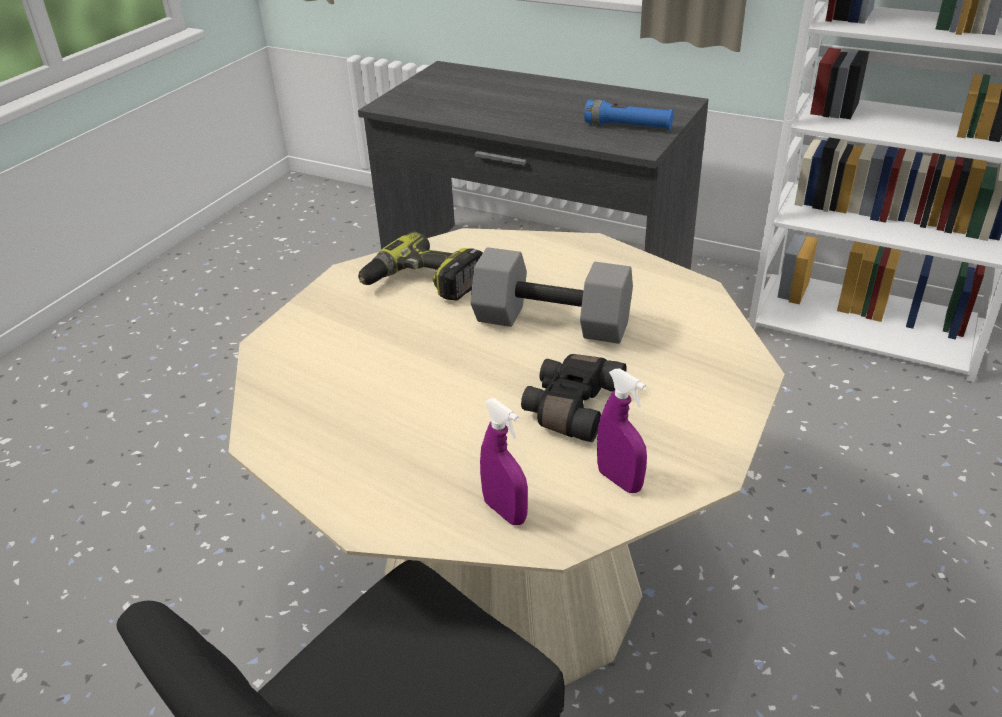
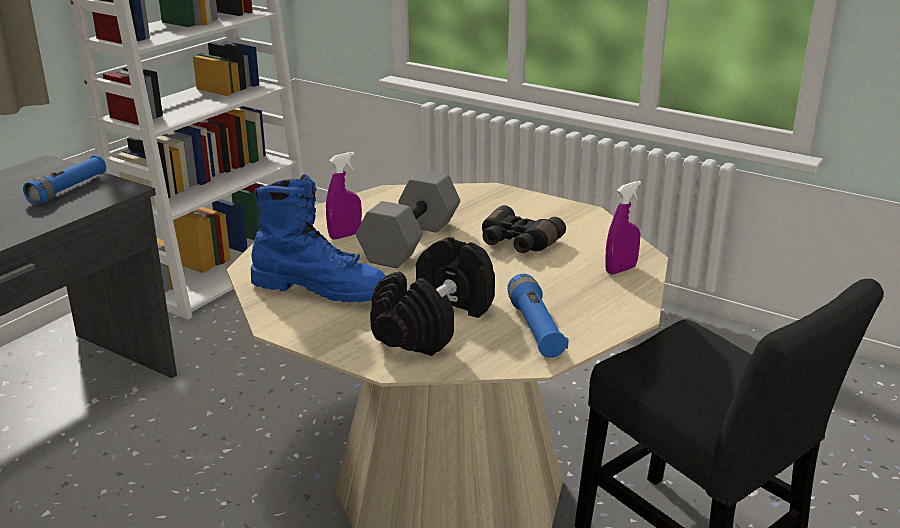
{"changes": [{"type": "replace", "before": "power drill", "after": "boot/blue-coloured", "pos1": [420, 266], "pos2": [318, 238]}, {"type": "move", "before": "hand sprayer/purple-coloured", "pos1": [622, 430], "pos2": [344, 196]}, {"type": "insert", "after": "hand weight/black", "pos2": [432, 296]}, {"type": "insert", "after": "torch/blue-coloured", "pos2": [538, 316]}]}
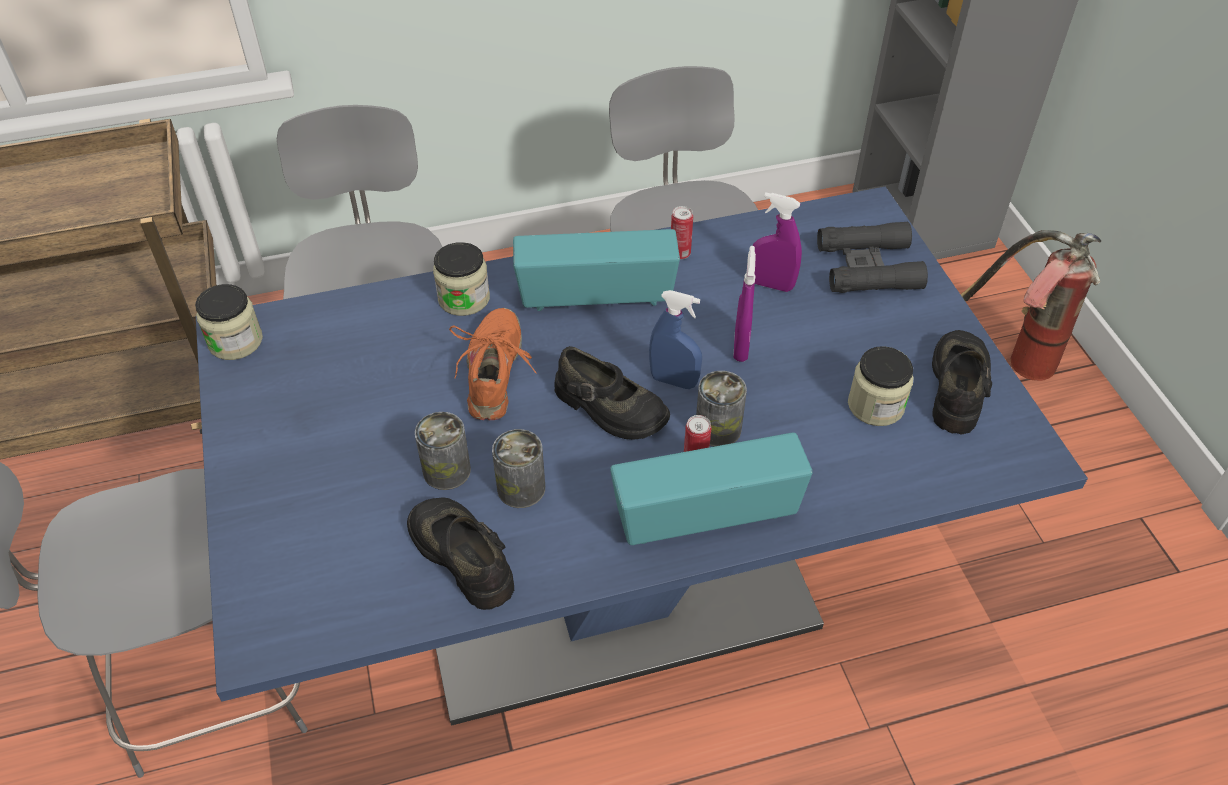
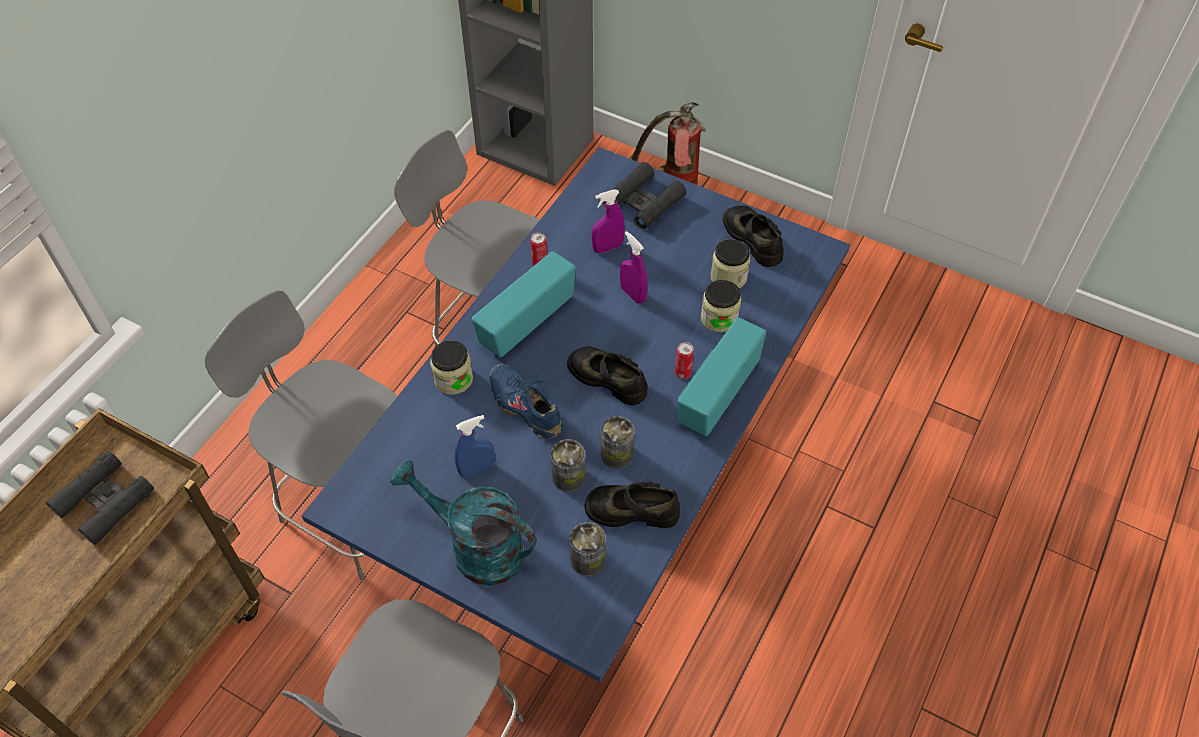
{"changes": [{"type": "move", "before": "preserve jar", "pos1": [229, 322], "pos2": [721, 306]}, {"type": "move", "before": "hand sprayer/blue-coloured", "pos1": [675, 339], "pos2": [474, 447]}, {"type": "recolor", "before": "low shoe/orangey", "after": "low shoe/blue-coloured", "pos1": [492, 364], "pos2": [526, 401]}, {"type": "rotate", "before": "low shoe/black", "pos1": [612, 392], "pos2": [607, 376], "turn": -135}, {"type": "move", "before": "sealed can", "pos1": [721, 408], "pos2": [588, 549]}, {"type": "insert", "after": "field glasses/black", "pos2": [100, 498]}, {"type": "insert", "after": "sprinkling can/blue-green", "pos2": [463, 522]}]}
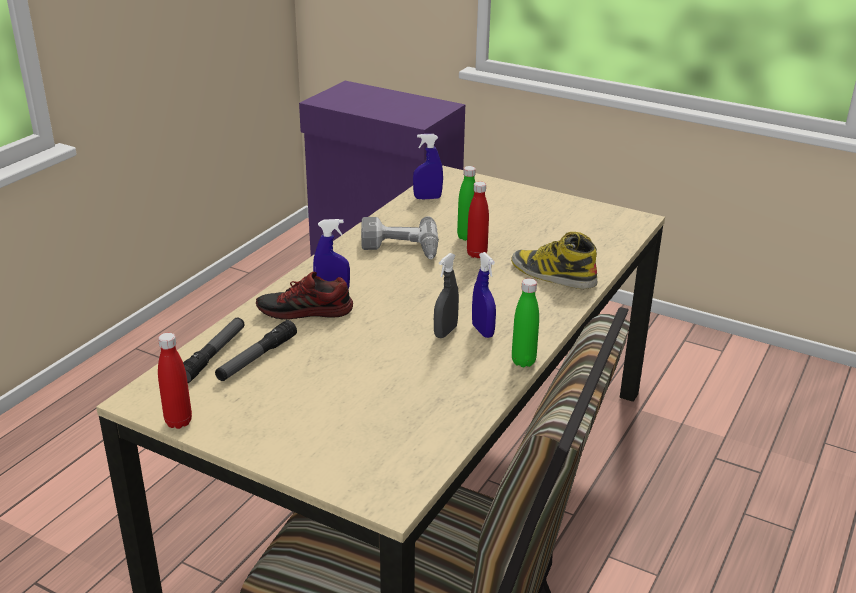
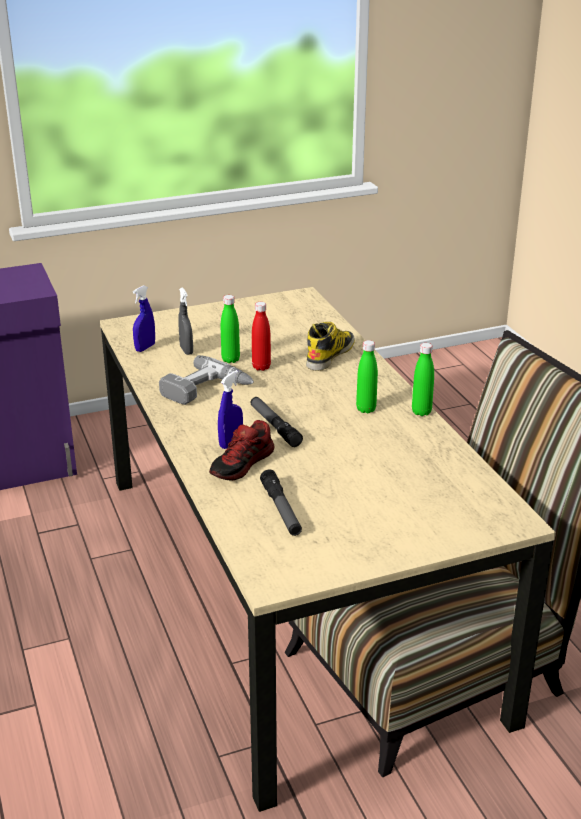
{"changes": [{"type": "rotate", "before": "boot", "pos1": [554, 260], "pos2": [330, 346], "turn": 135}, {"type": "replace", "before": "hand sprayer/blue-coloured", "after": "drink bottle/greenish", "pos1": [484, 295], "pos2": [367, 376]}, {"type": "move", "before": "hand sprayer/grey", "pos1": [446, 295], "pos2": [185, 321]}, {"type": "move", "before": "torch", "pos1": [214, 350], "pos2": [277, 422]}, {"type": "delete", "before": "drink bottle/red-coloured", "pos1": [175, 381]}]}
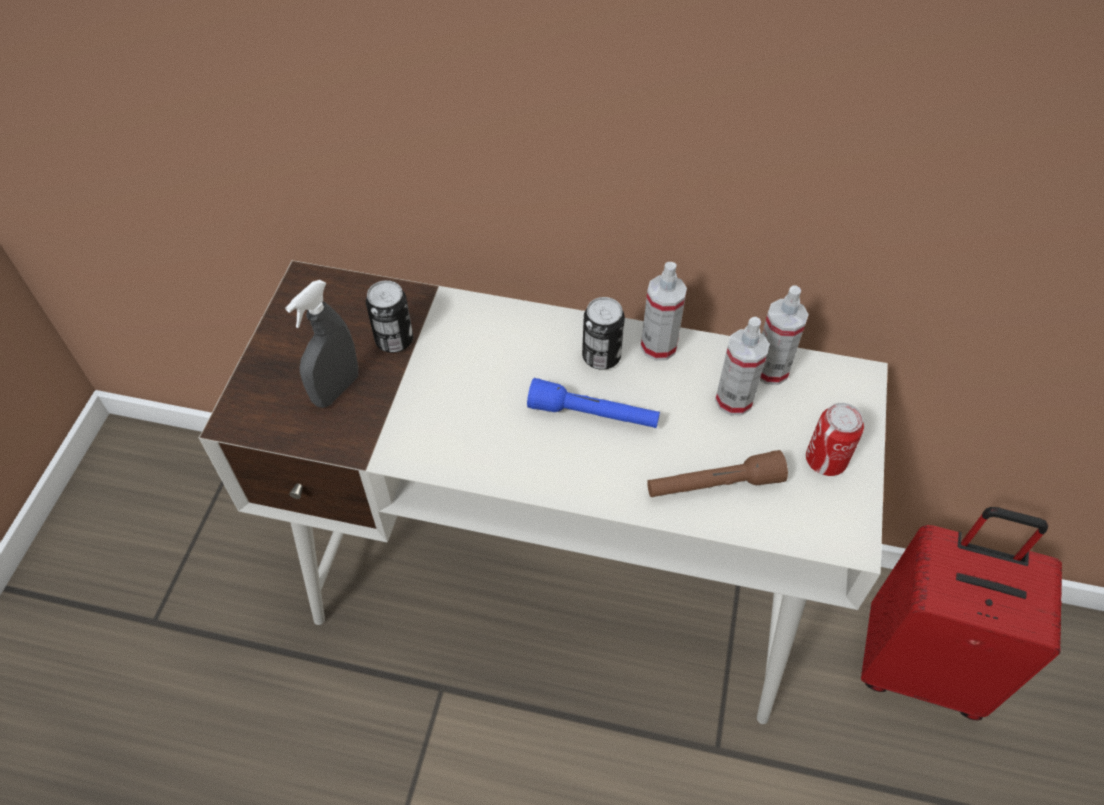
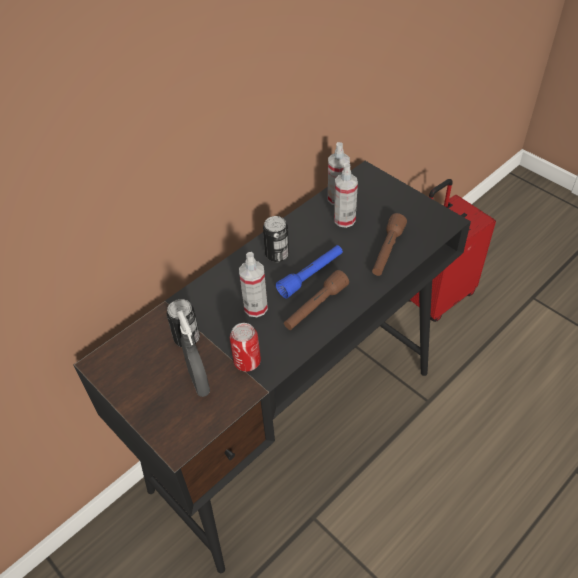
{"changes": [{"type": "recolor", "before": "desk/white-coloured", "after": "desk/black", "pos1": [543, 492], "pos2": [272, 367]}, {"type": "move", "before": "hand sprayer", "pos1": [664, 311], "pos2": [253, 284]}, {"type": "move", "before": "sealed can", "pos1": [835, 439], "pos2": [245, 347]}, {"type": "insert", "after": "torch/brown-coloured", "pos2": [316, 300]}]}
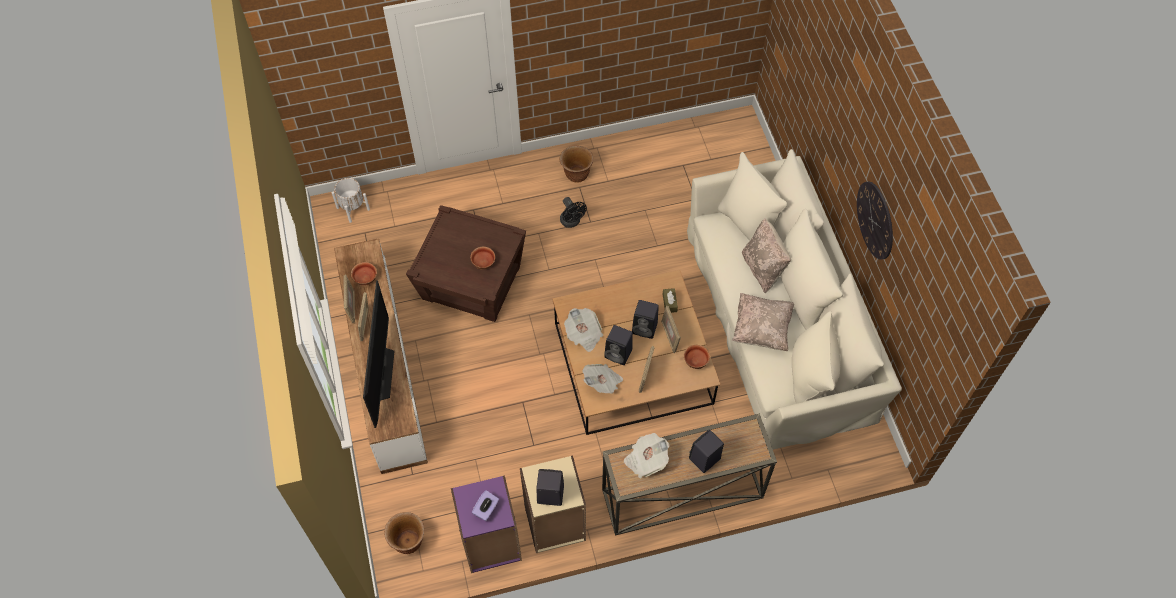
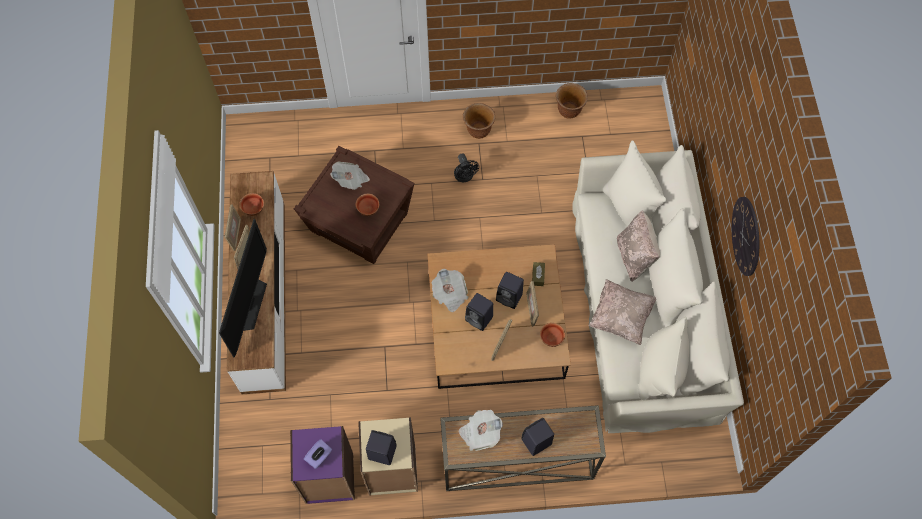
{"changes": [{"type": "delete", "before": "planter/white-coloured", "pos1": [351, 200]}, {"type": "move", "before": "daily paper", "pos1": [603, 379], "pos2": [350, 175]}, {"type": "move", "before": "planter/brown-coloured", "pos1": [404, 533], "pos2": [572, 101]}]}
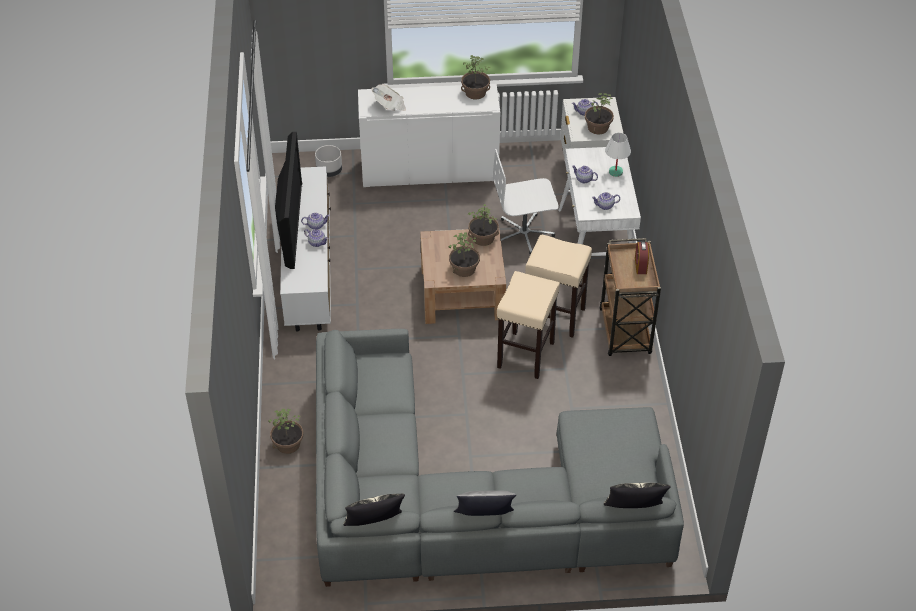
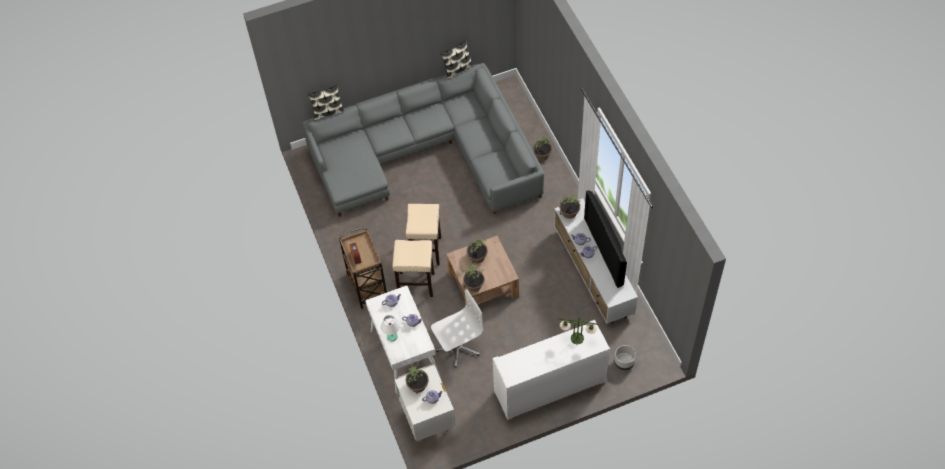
{"changes": [{"type": "move", "before": "plant in a pot", "pos1": [475, 77], "pos2": [570, 206]}, {"type": "replace", "before": "daily paper", "after": "tabletop lamp", "pos1": [389, 97], "pos2": [578, 331]}, {"type": "delete", "before": "throw pillow/grey", "pos1": [485, 503]}]}
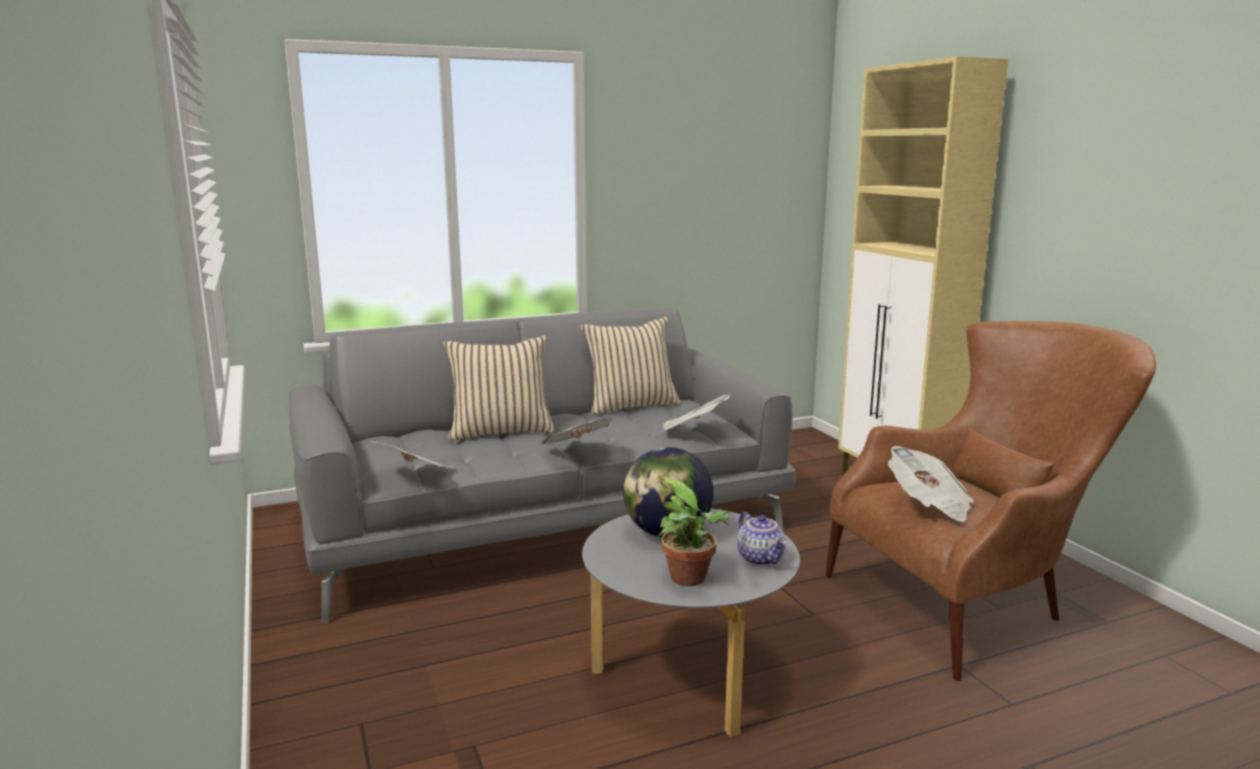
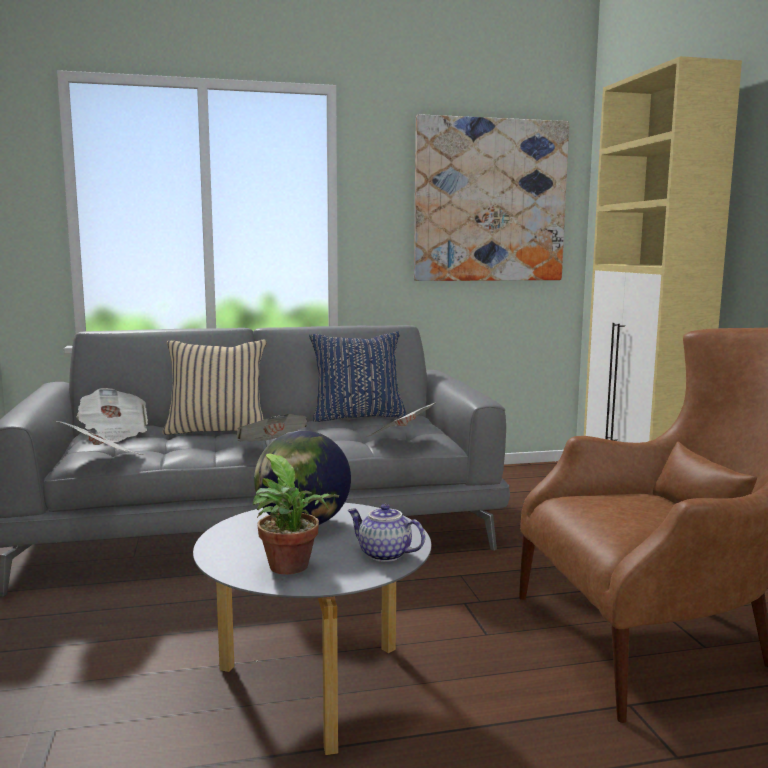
{"changes": [{"type": "recolor", "before": "throw pillow/beige", "after": "throw pillow/blue-coloured", "pos1": [630, 366], "pos2": [357, 376]}, {"type": "move", "before": "daily paper", "pos1": [931, 484], "pos2": [112, 415]}, {"type": "rotate", "before": "teapot", "pos1": [761, 539], "pos2": [386, 533], "turn": 135}, {"type": "insert", "after": "wall art", "pos2": [491, 197]}]}
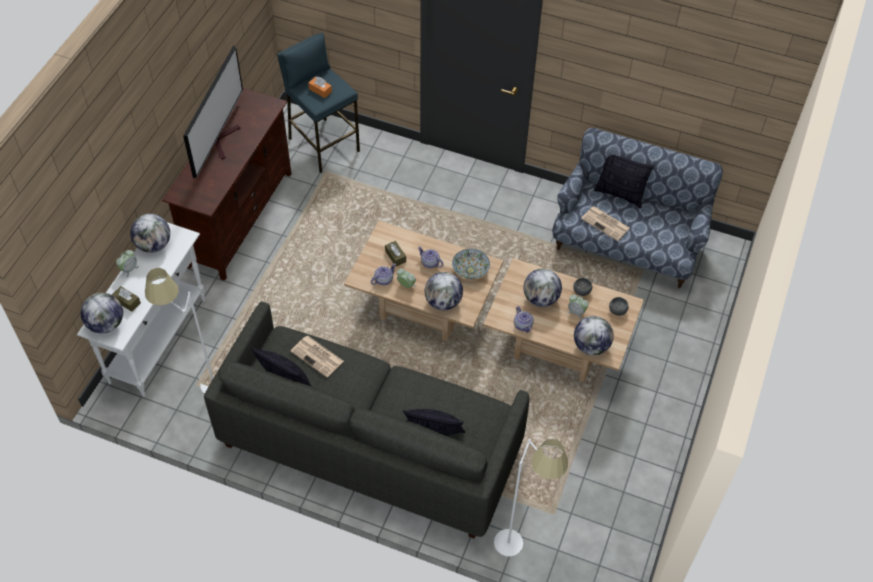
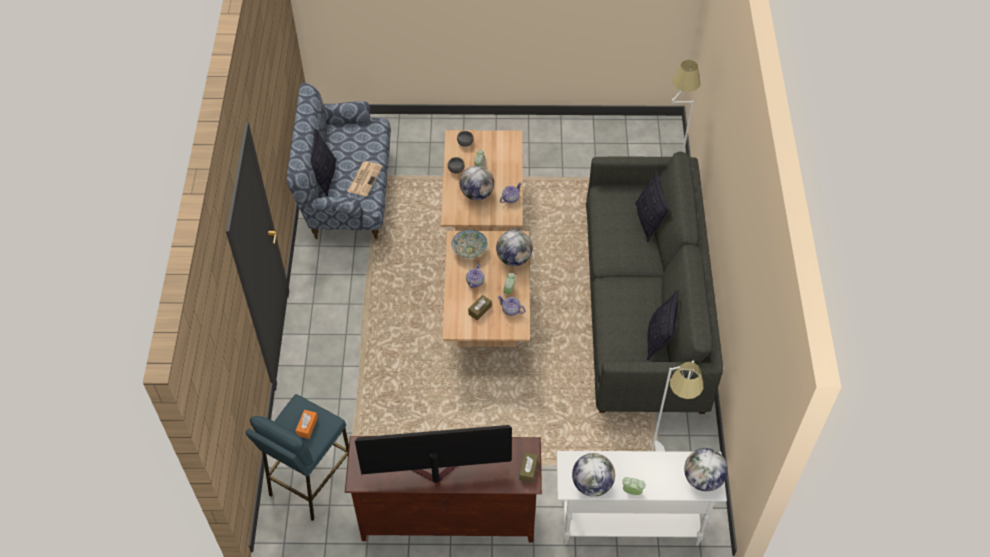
{"changes": [{"type": "move", "before": "tissue box/brown-coloured", "pos1": [126, 299], "pos2": [528, 467]}, {"type": "delete", "before": "desk globe", "pos1": [594, 335]}, {"type": "delete", "before": "daily paper", "pos1": [317, 356]}]}
